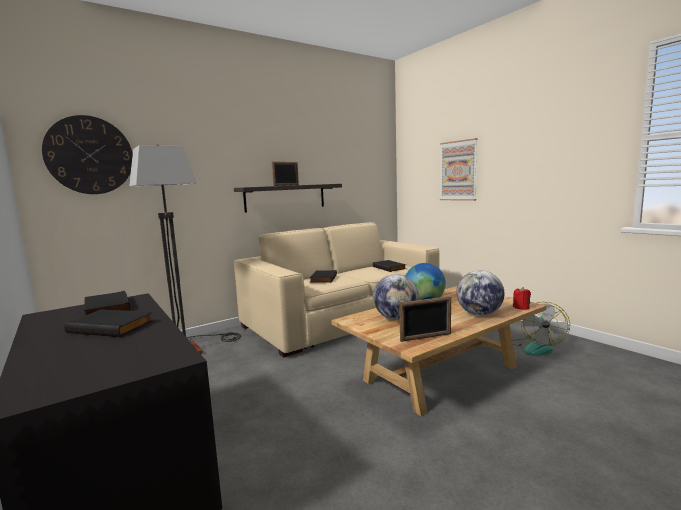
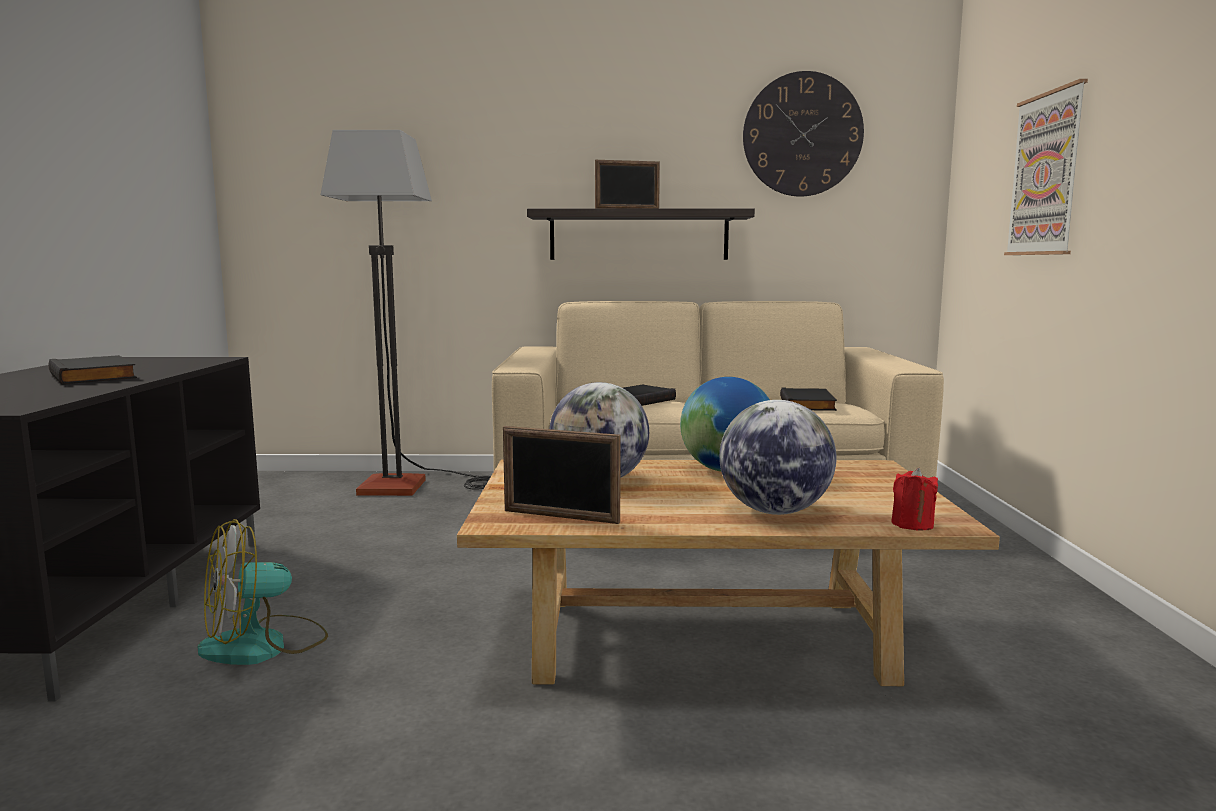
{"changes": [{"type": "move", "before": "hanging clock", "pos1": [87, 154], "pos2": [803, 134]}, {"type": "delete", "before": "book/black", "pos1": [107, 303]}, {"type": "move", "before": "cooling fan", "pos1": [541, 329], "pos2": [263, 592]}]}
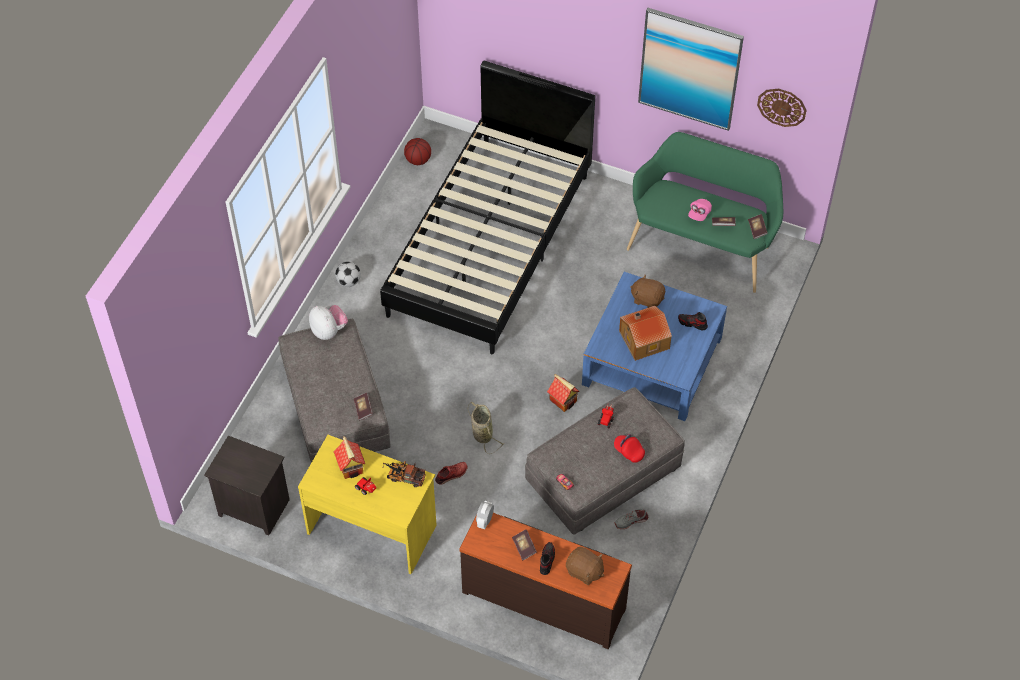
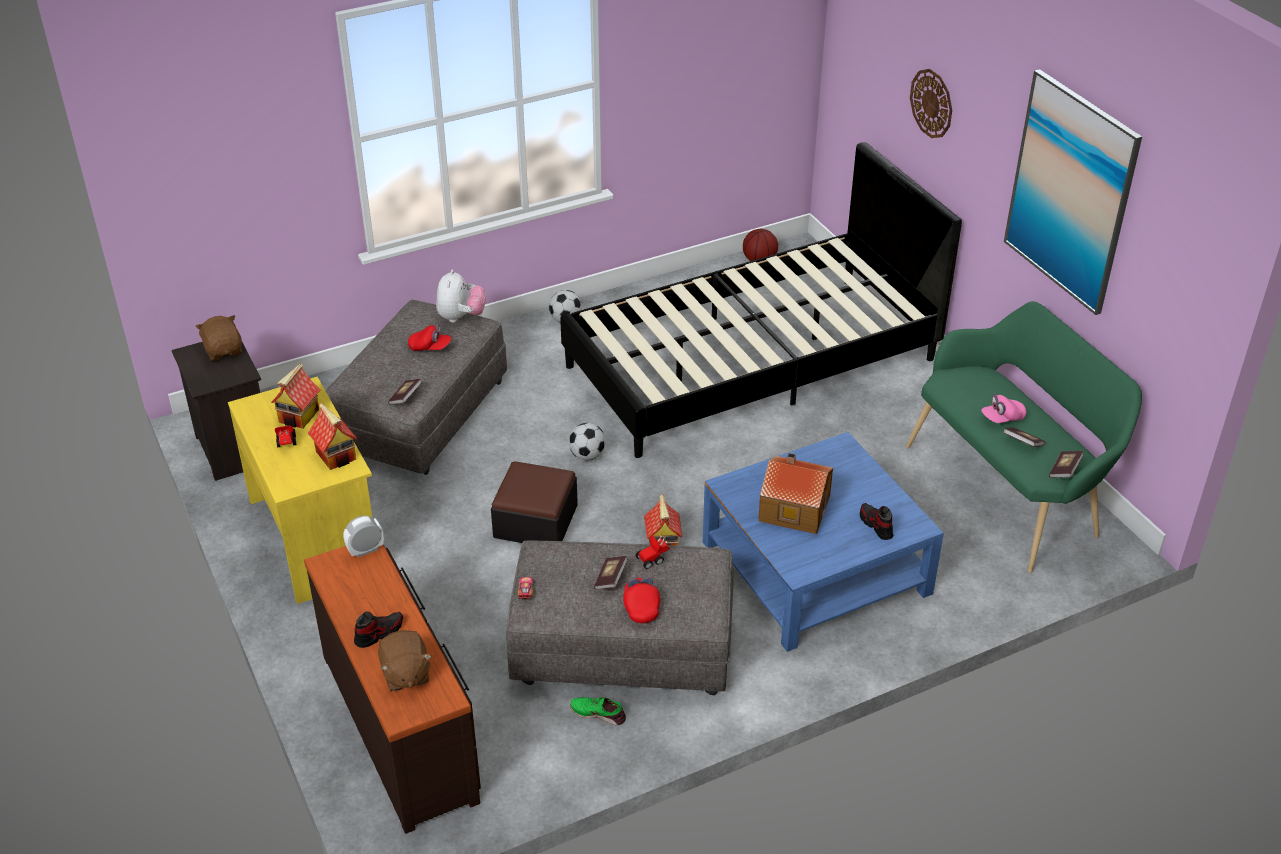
{"changes": [{"type": "move", "before": "hanging clock", "pos1": [782, 108], "pos2": [931, 103]}, {"type": "move", "before": "cuddly toy/brown-coloured", "pos1": [647, 291], "pos2": [218, 338]}, {"type": "replace", "before": "basket", "after": "ottoman", "pos1": [486, 427], "pos2": [534, 502]}, {"type": "replace", "before": "toy truck", "after": "toy house", "pos1": [404, 474], "pos2": [333, 436]}, {"type": "delete", "before": "low shoe/red-coloured", "pos1": [451, 473]}, {"type": "recolor", "before": "low shoe/grey", "after": "low shoe/greenish", "pos1": [631, 518], "pos2": [598, 711]}, {"type": "move", "before": "book", "pos1": [524, 544], "pos2": [611, 573]}, {"type": "insert", "after": "baseball cap/red-coloured", "pos2": [429, 337]}, {"type": "insert", "after": "ball for football", "pos2": [587, 441]}]}
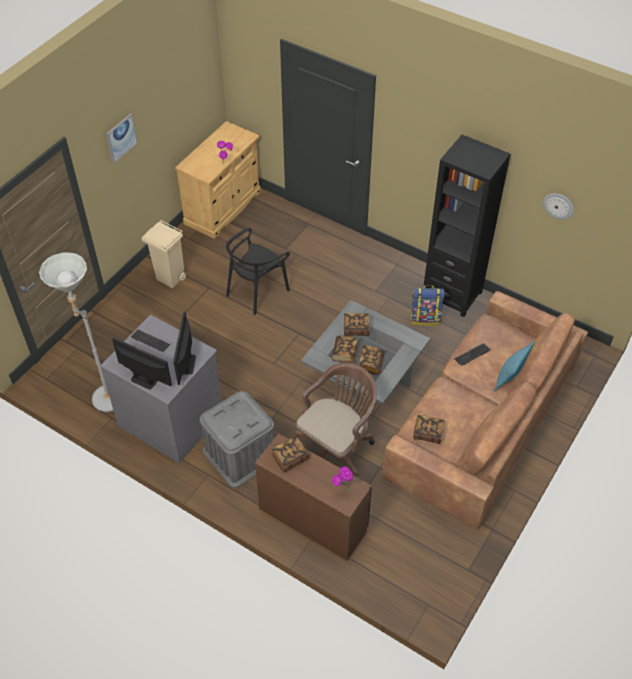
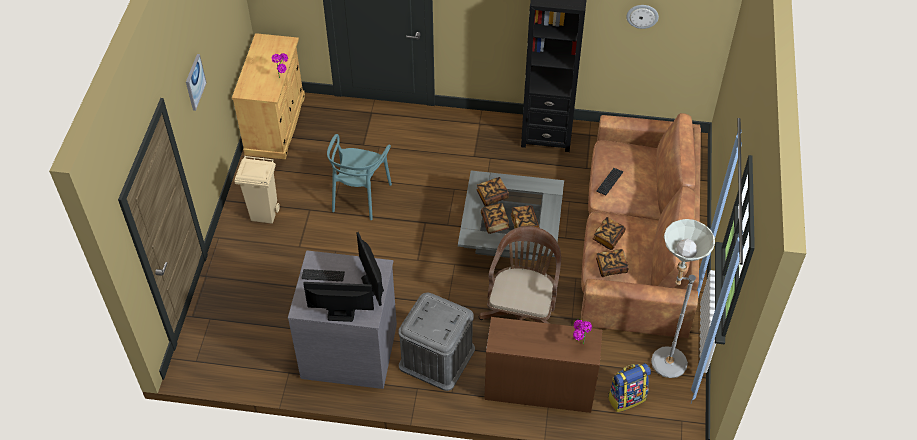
{"changes": [{"type": "recolor", "before": "plain chair/black", "after": "plain chair/blue-green", "pos1": [258, 271], "pos2": [359, 177]}, {"type": "move", "before": "floor lamp/grey", "pos1": [76, 332], "pos2": [683, 298]}, {"type": "move", "before": "backpack", "pos1": [427, 305], "pos2": [629, 387]}, {"type": "delete", "before": "throw pillow/blue-green", "pos1": [514, 366]}, {"type": "move", "before": "book", "pos1": [290, 454], "pos2": [609, 233]}]}
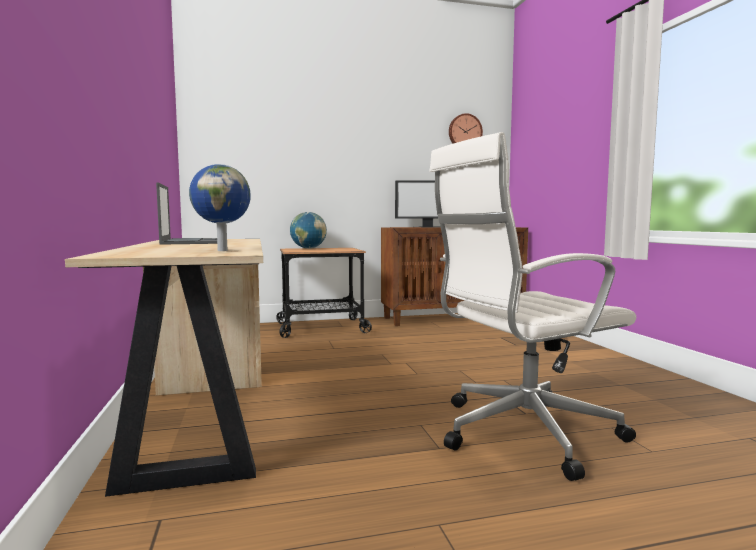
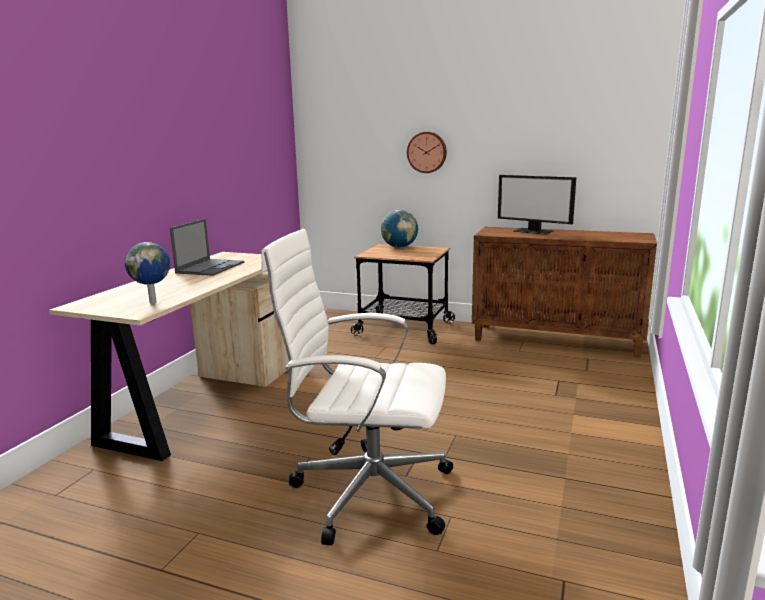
{"changes": [{"type": "move", "before": "hanging clock", "pos1": [466, 128], "pos2": [427, 152]}]}
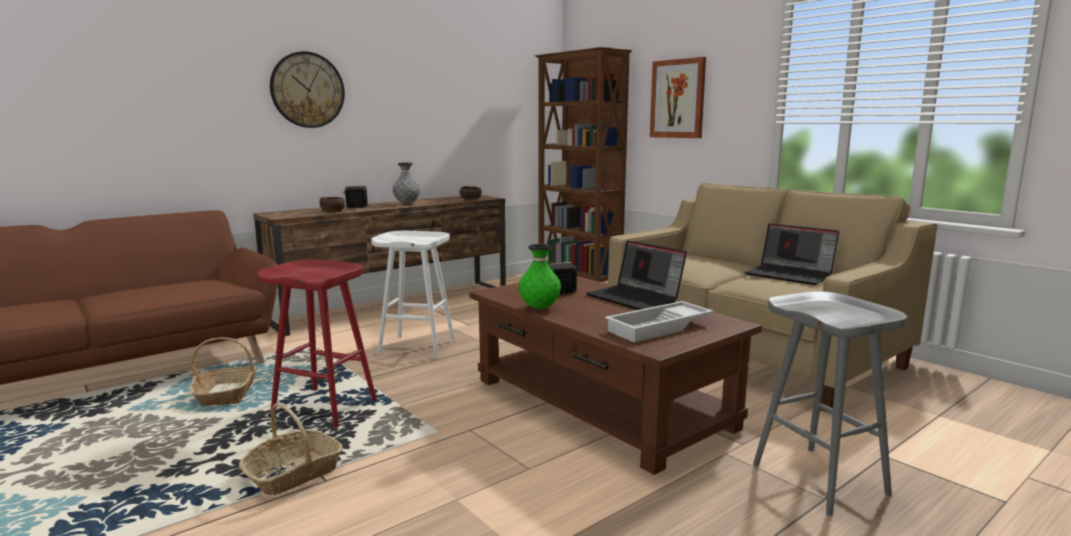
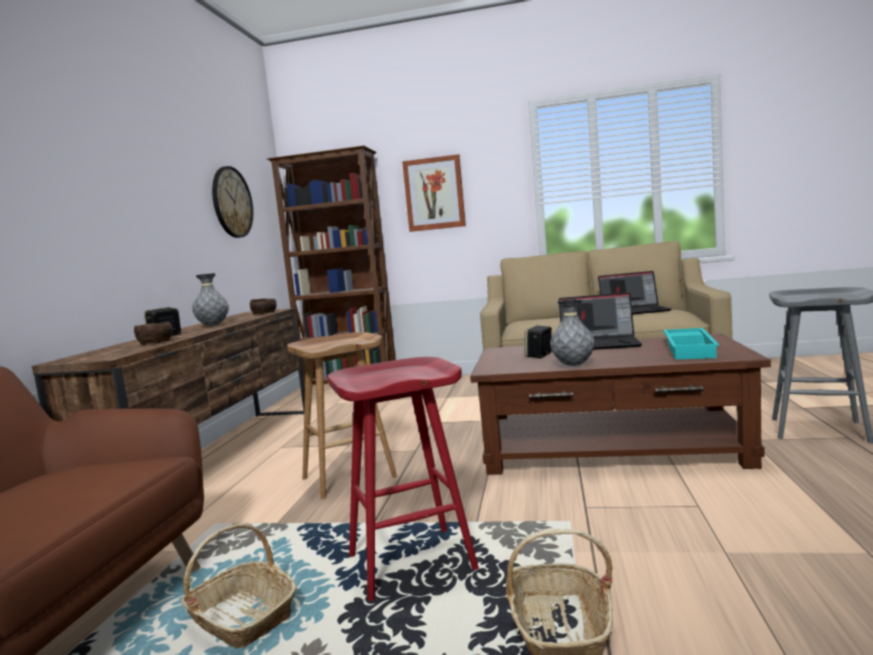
{"changes": [{"type": "move", "before": "hanging clock", "pos1": [307, 89], "pos2": [232, 202]}, {"type": "recolor", "before": "sitting stool/white-coloured", "after": "sitting stool/brown-coloured", "pos1": [413, 294], "pos2": [342, 415]}, {"type": "recolor", "before": "vase/greenish", "after": "vase/grey", "pos1": [540, 276], "pos2": [572, 332]}, {"type": "recolor", "before": "tray/white-coloured", "after": "tray/blue-green", "pos1": [659, 322], "pos2": [691, 344]}]}
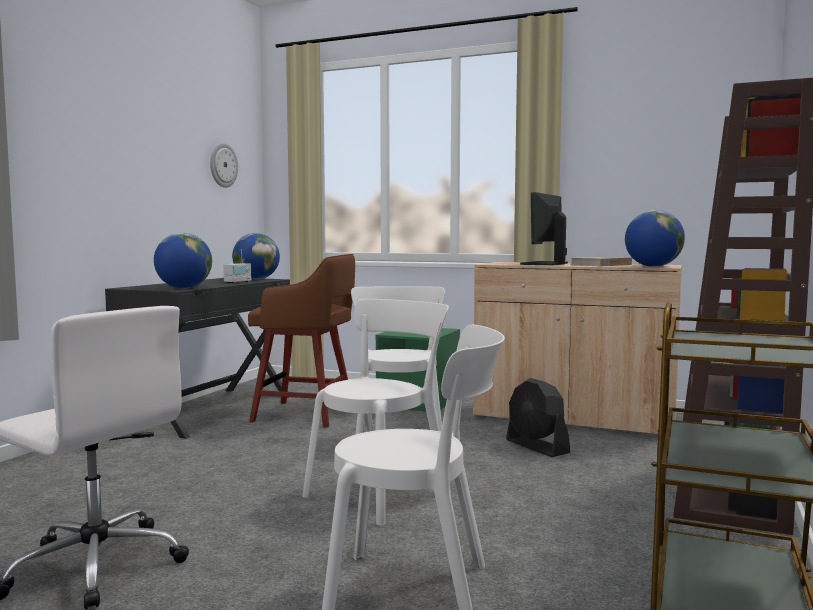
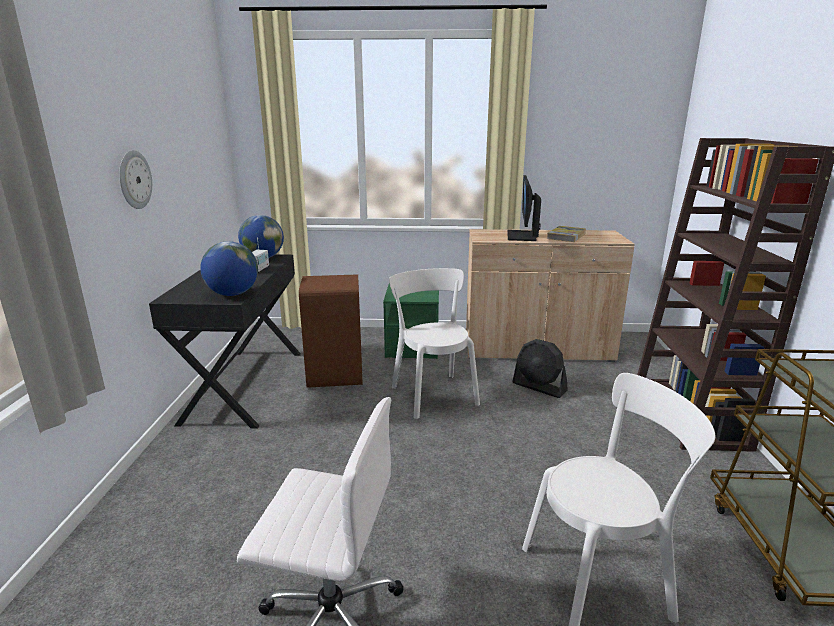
{"changes": [{"type": "move", "before": "hanging clock", "pos1": [224, 165], "pos2": [135, 179]}, {"type": "delete", "before": "desk globe", "pos1": [655, 238]}, {"type": "replace", "before": "sitting stool/brown-coloured", "after": "waste bin/brown-coloured", "pos1": [301, 341], "pos2": [331, 331]}, {"type": "delete", "before": "plain chair/white-coloured", "pos1": [376, 412]}]}
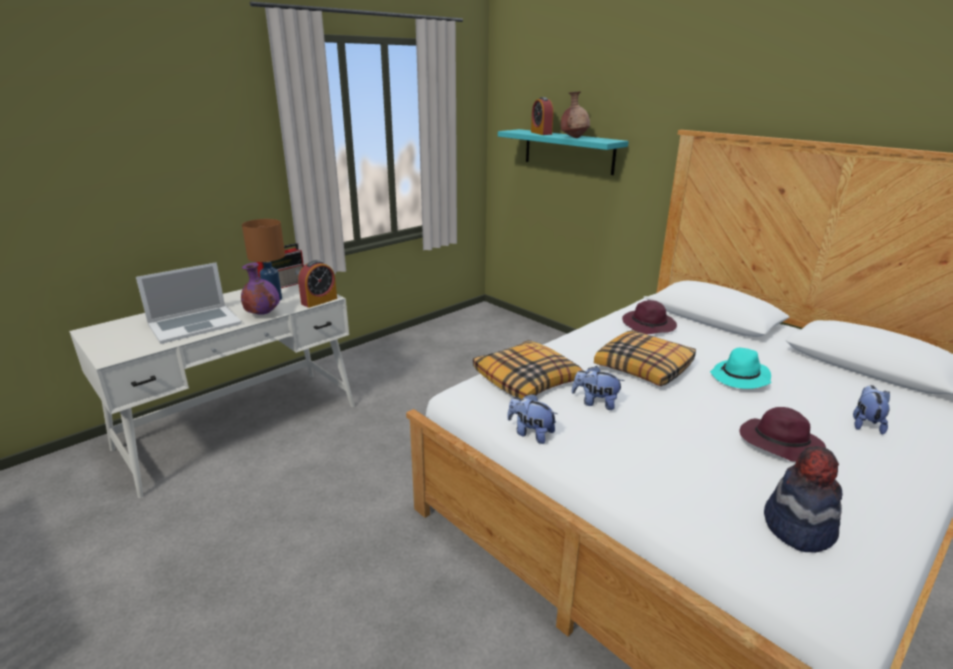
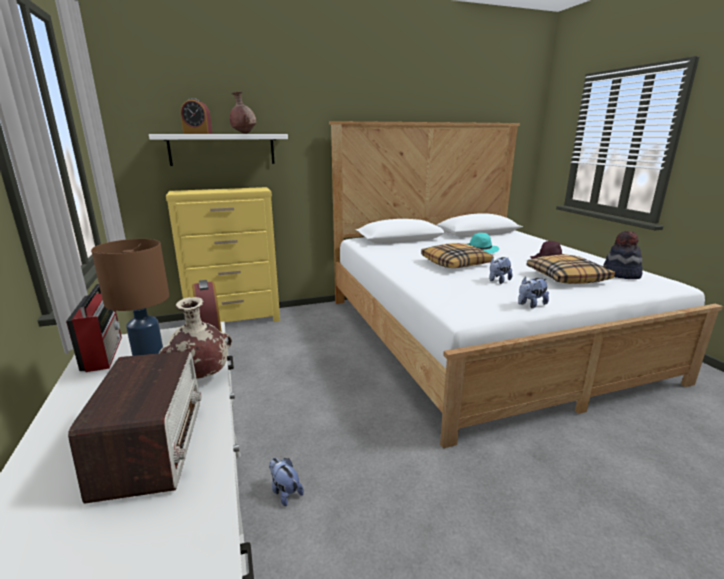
{"changes": [{"type": "recolor", "before": "wall shelf/blue-green", "after": "wall shelf/white-coloured", "pos1": [563, 152], "pos2": [218, 150]}, {"type": "replace", "before": "portable computer", "after": "radio receiver", "pos1": [189, 303], "pos2": [135, 427]}, {"type": "recolor", "before": "vase/purple-coloured", "after": "vase/beige", "pos1": [260, 289], "pos2": [195, 338]}, {"type": "delete", "before": "clothing hat/purple-coloured", "pos1": [649, 317]}, {"type": "move", "before": "throw pillow", "pos1": [528, 369], "pos2": [571, 269]}, {"type": "move", "before": "cuddly toy", "pos1": [871, 410], "pos2": [286, 482]}, {"type": "insert", "after": "drawer chest/yellow", "pos2": [223, 254]}]}
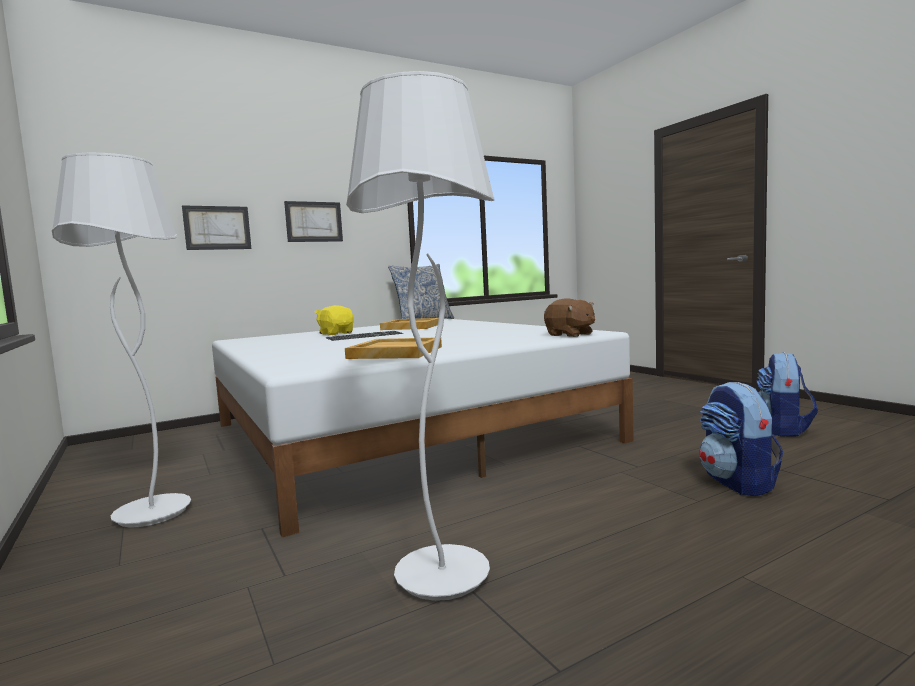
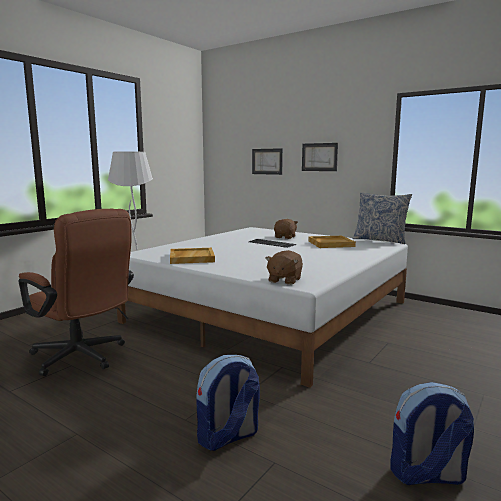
{"changes": [{"type": "replace", "before": "floor lamp/white-coloured", "after": "desk chair/brown-coloured", "pos1": [420, 336], "pos2": [76, 292]}, {"type": "recolor", "before": "cuddly toy/yellow", "after": "cuddly toy/brown-coloured", "pos1": [334, 320], "pos2": [286, 229]}]}
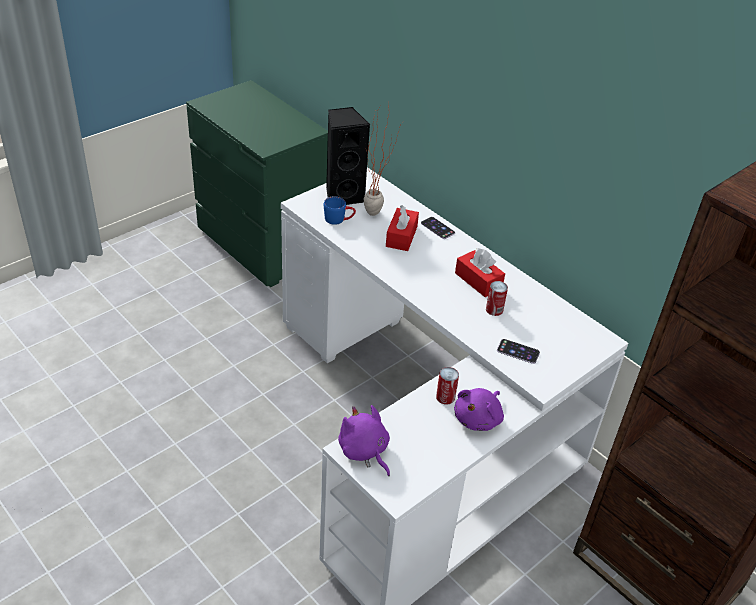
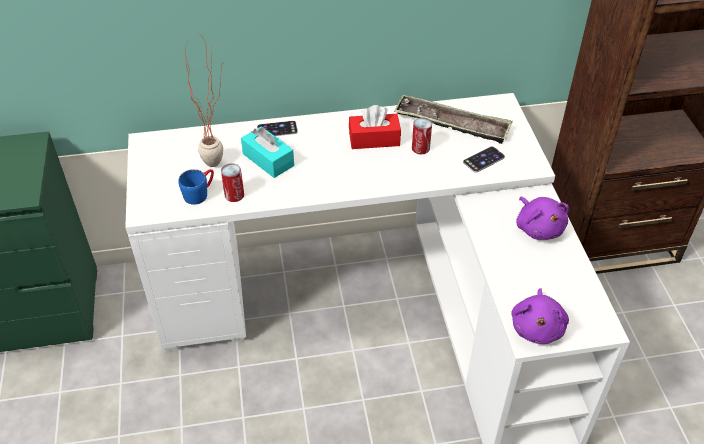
{"changes": [{"type": "delete", "before": "audio speaker/black", "pos1": [348, 156]}, {"type": "recolor", "before": "tissue box/red-coloured", "after": "tissue box/blue-green", "pos1": [402, 228], "pos2": [267, 152]}, {"type": "move", "before": "sealed can", "pos1": [447, 386], "pos2": [232, 182]}, {"type": "rotate", "before": "cuddly toy/purple-coloured", "pos1": [364, 440], "pos2": [540, 316], "turn": -75}, {"type": "insert", "after": "tray", "pos2": [453, 119]}]}
